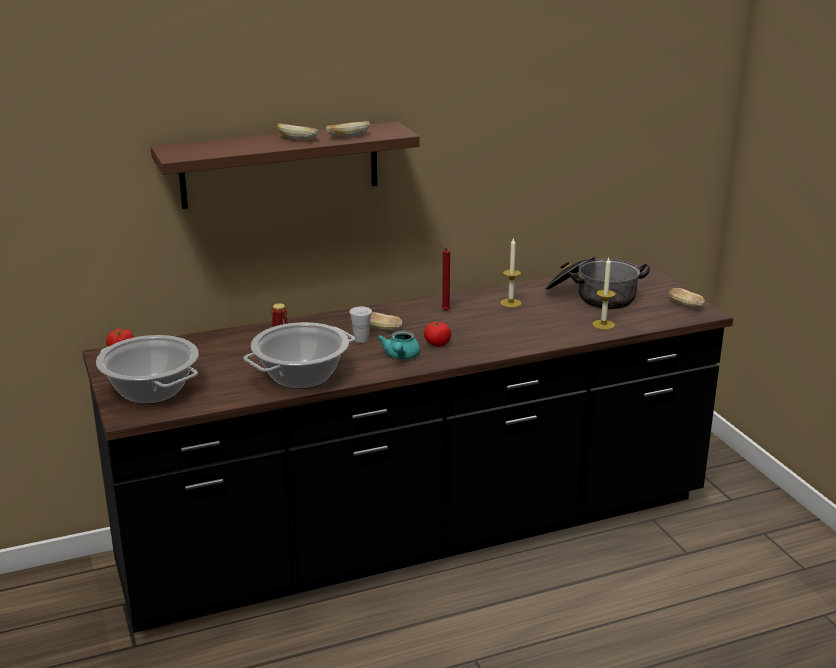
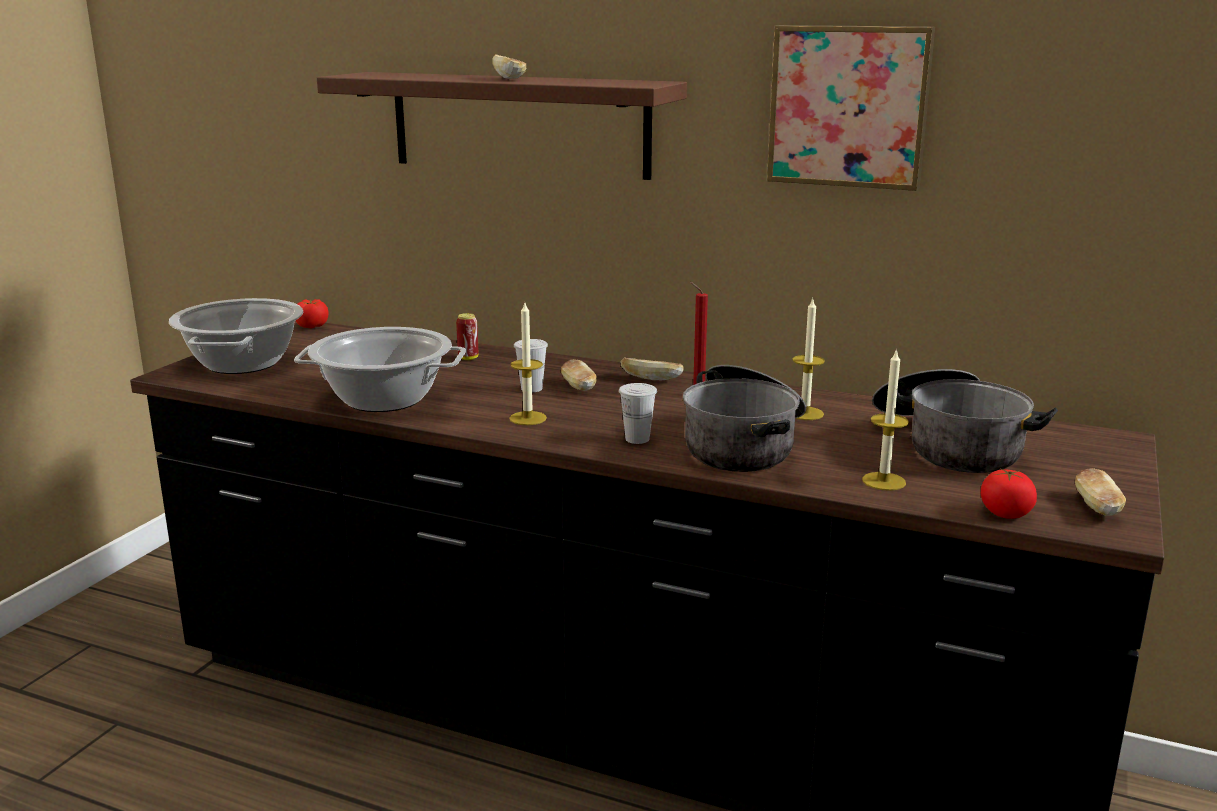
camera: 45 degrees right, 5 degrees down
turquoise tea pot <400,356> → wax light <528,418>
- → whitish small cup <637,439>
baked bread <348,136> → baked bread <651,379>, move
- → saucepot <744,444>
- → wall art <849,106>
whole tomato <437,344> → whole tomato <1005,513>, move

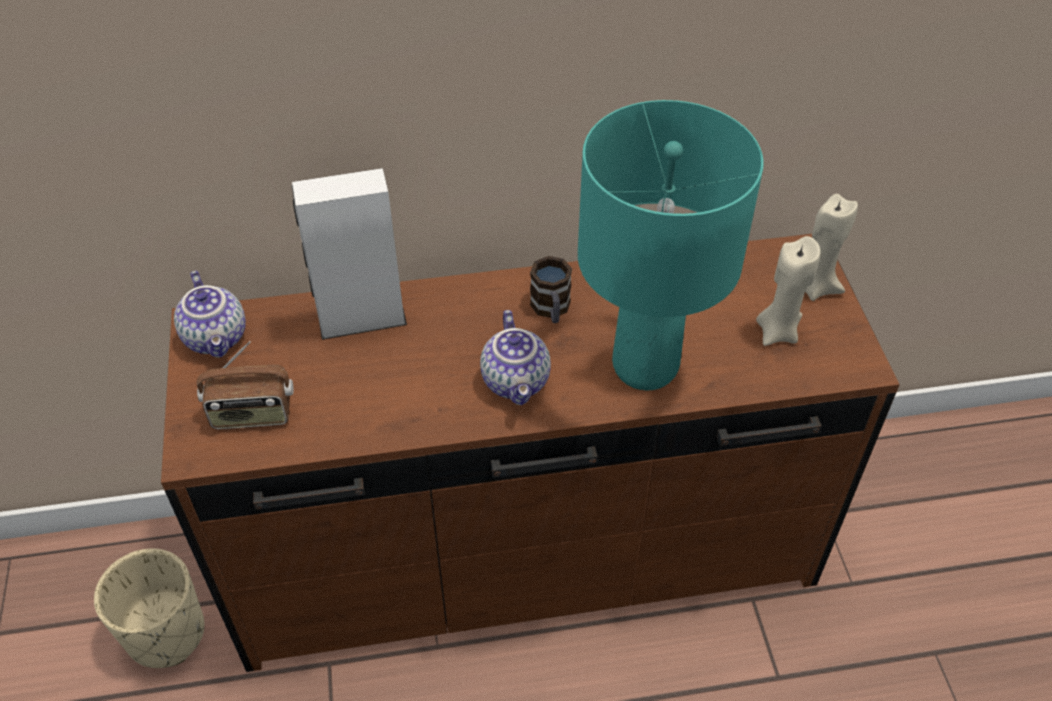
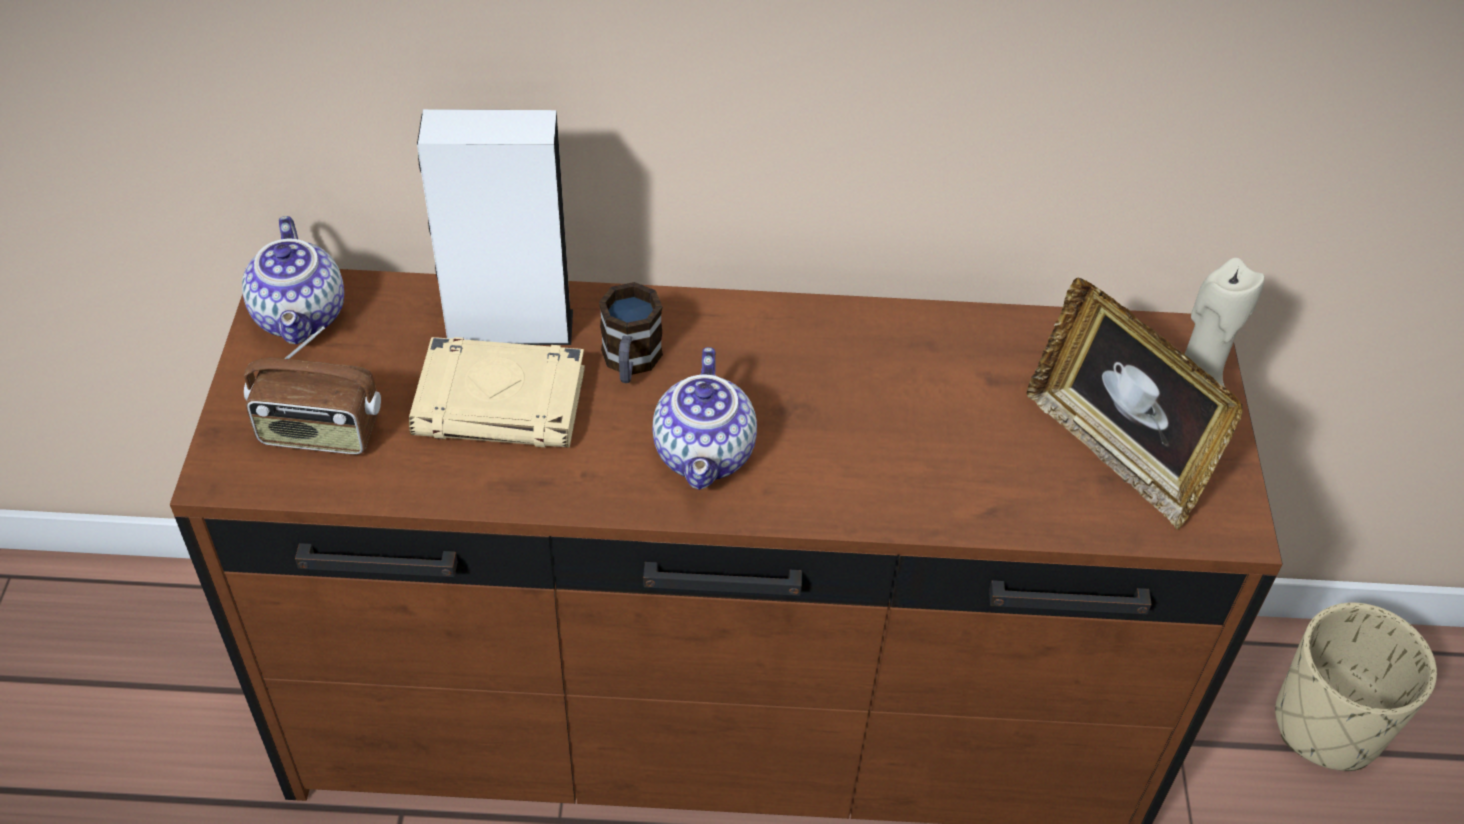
camera: 10 degrees right, 0 degrees up
- → beige-coloured bound book <502,402>
coffee mug <551,309> → coffee mug <630,362>, move
beige-coloured wax light <778,331> → photo frame <1115,451>
beige-coloured flower pot <166,633> → beige-coloured flower pot <1327,724>, move
turquoise table lamp <645,367> → -

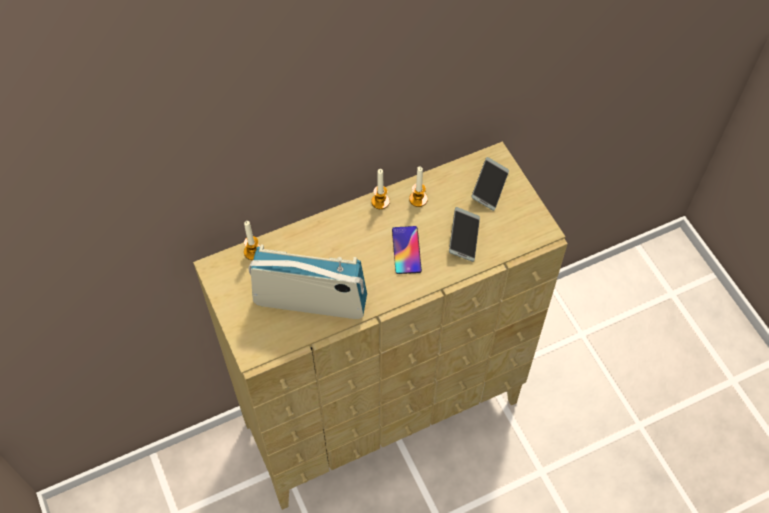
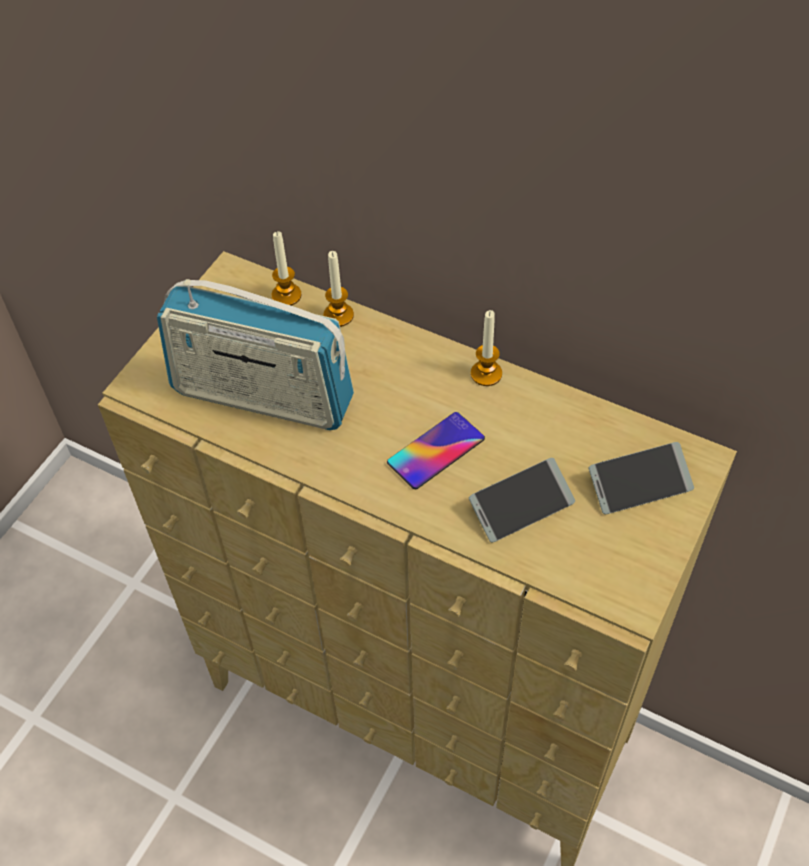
camera: 55 degrees right, 5 degrees down
radio set <310,301> → radio set <262,397>, 135 degrees clockwise
wax light <418,199> → wax light <338,315>, move

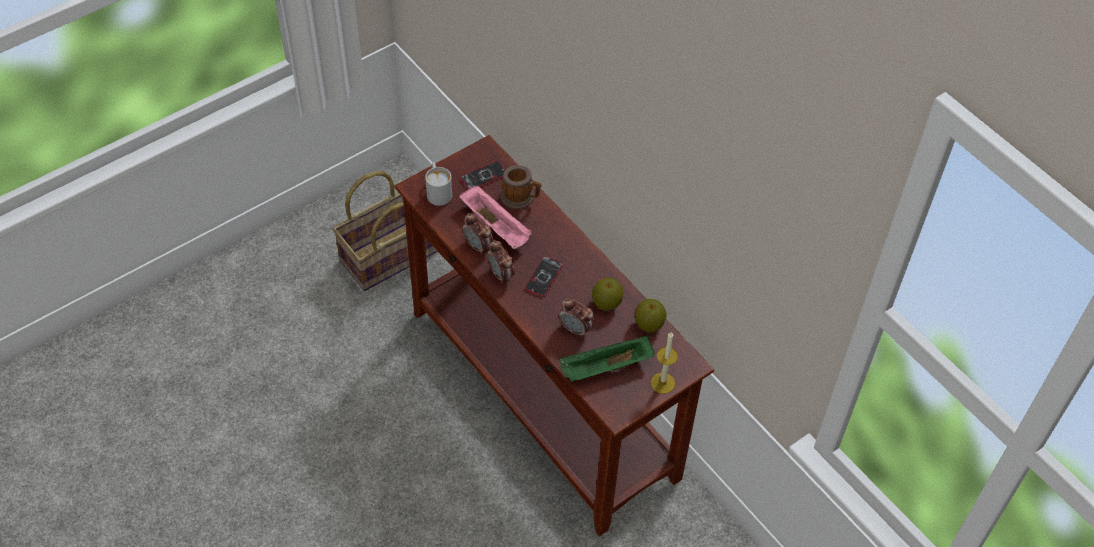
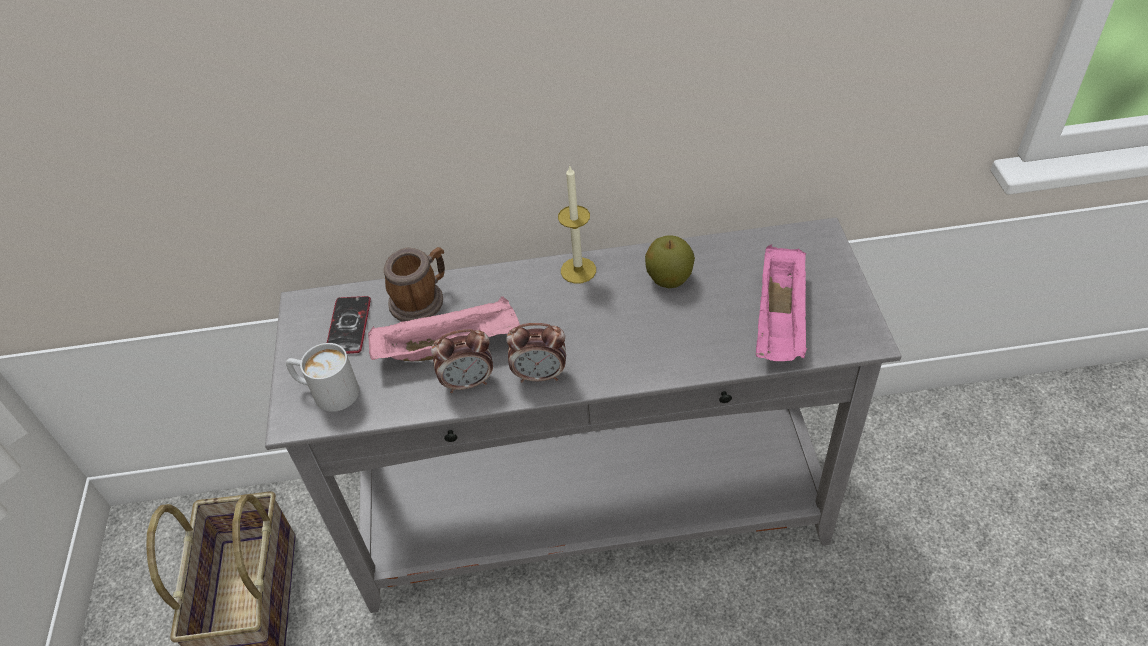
camera: 55 degrees left, 5 degrees down
brownish hall table <544,394> → gray hall table <593,511>
wax light <662,383> → wax light <578,270>, move
green-coloured serving tray <605,368> → pink serving tray <780,321>
telephone <544,277> → -
table clock <575,329> → -
apple fruit <649,324> → -

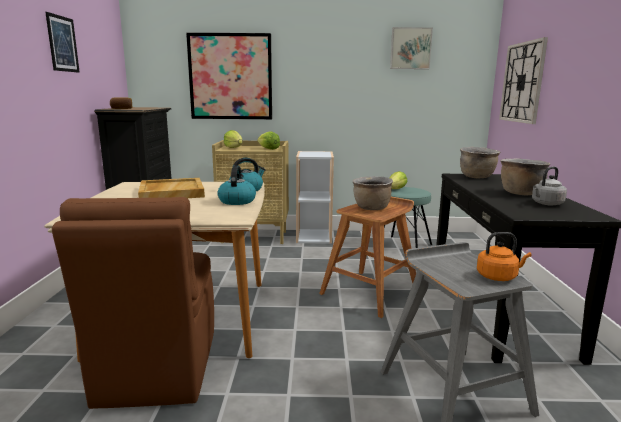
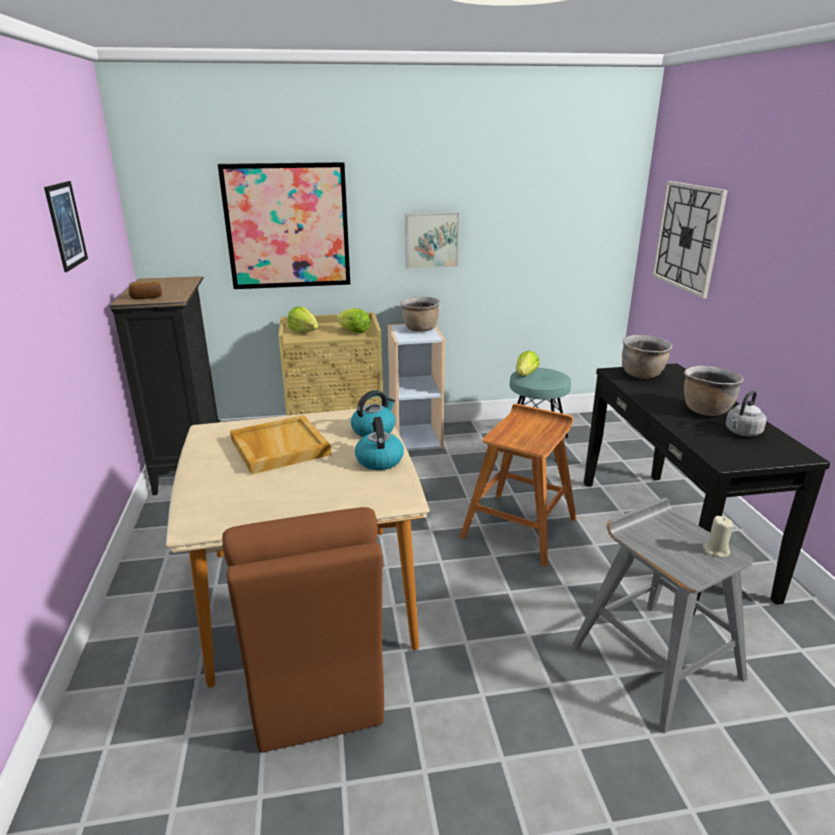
camera: 10 degrees left, 10 degrees up
brownish saucepot <371,208> → brownish saucepot <420,329>, move
wall art <410,48> → wall art <431,240>, move
orange-coloured kettle <498,277> → beige-coloured wax light <715,551>

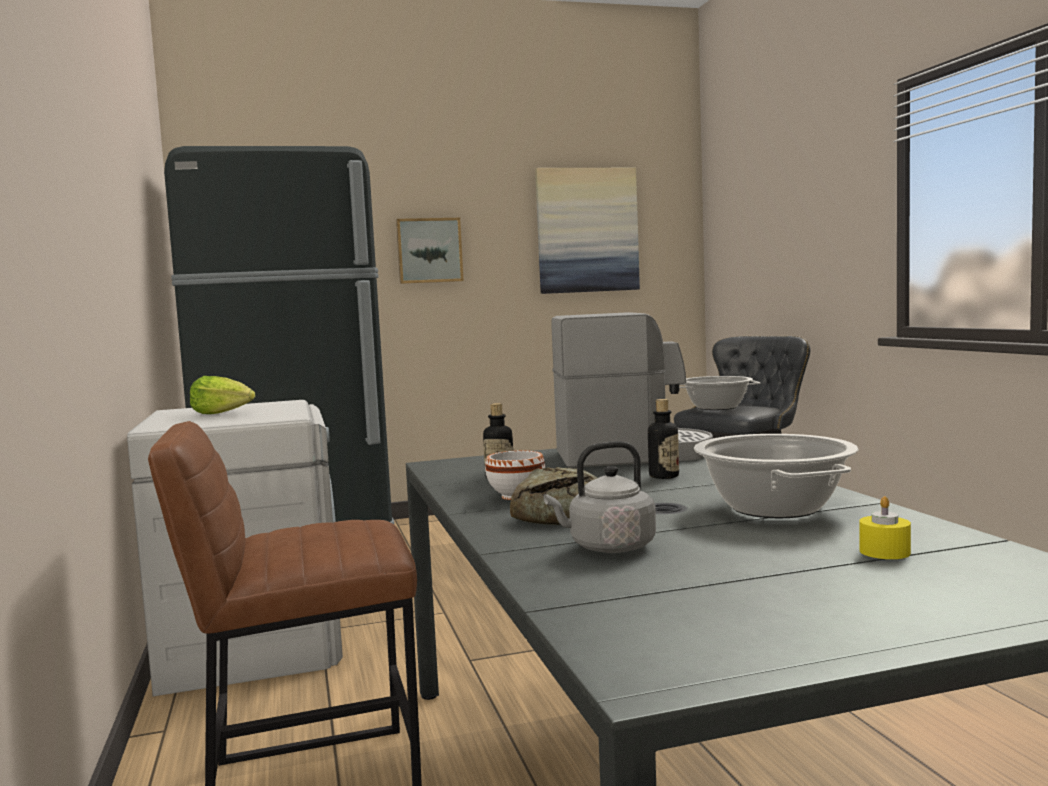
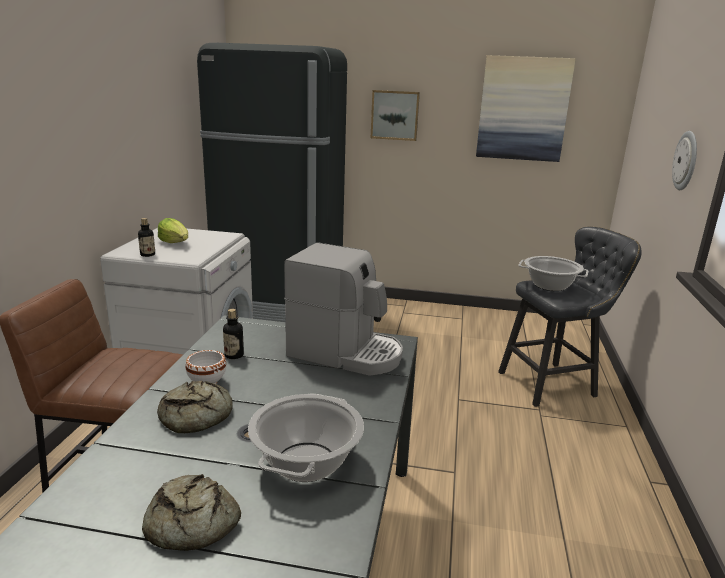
camera: 25 degrees right, 15 degrees up
beverage bottle <664,476> → beverage bottle <147,255>, move
- → baked bread <190,523>
- → hanging clock <686,161>
gray kettle <607,547> → -
yellowish wax light <884,552> → -

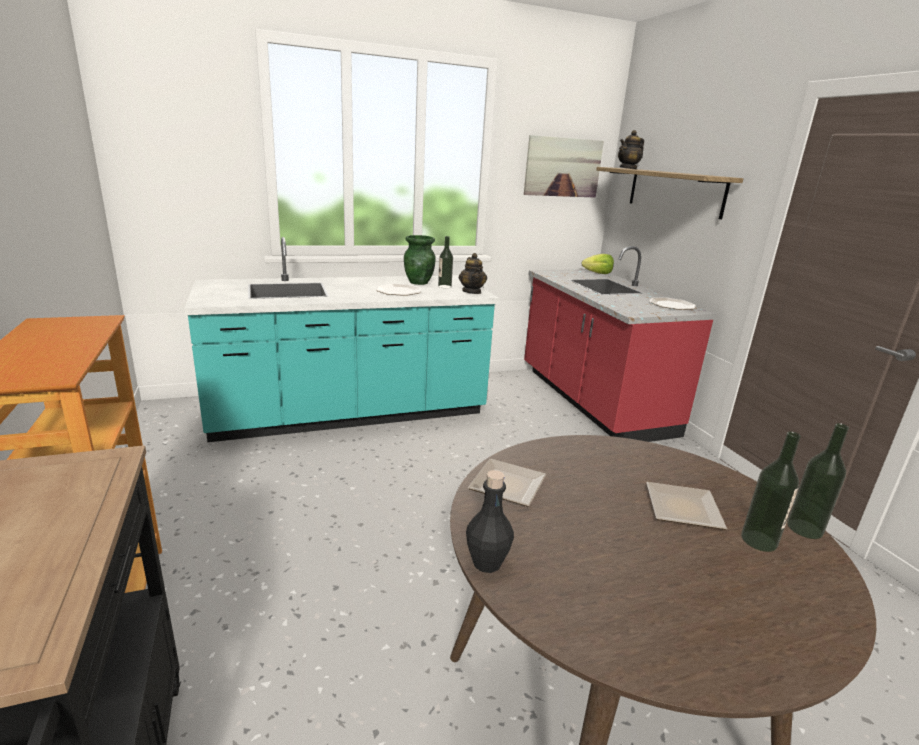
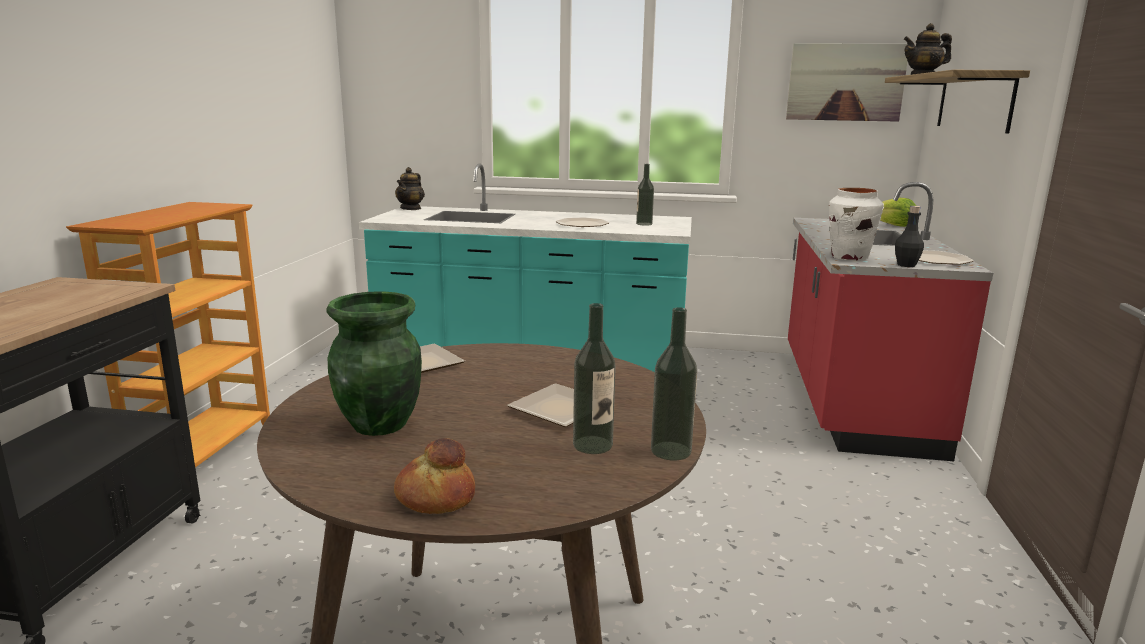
camera: 30 degrees right, 5 degrees down
green-coloured flower vase <419,282> → green-coloured flower vase <380,424>, move
- → baked bread <434,497>
tea pot <472,291> → tea pot <411,208>, move
- → whitish flower vase <849,257>
black-coloured beverage bottle <487,562> → black-coloured beverage bottle <906,265>, move

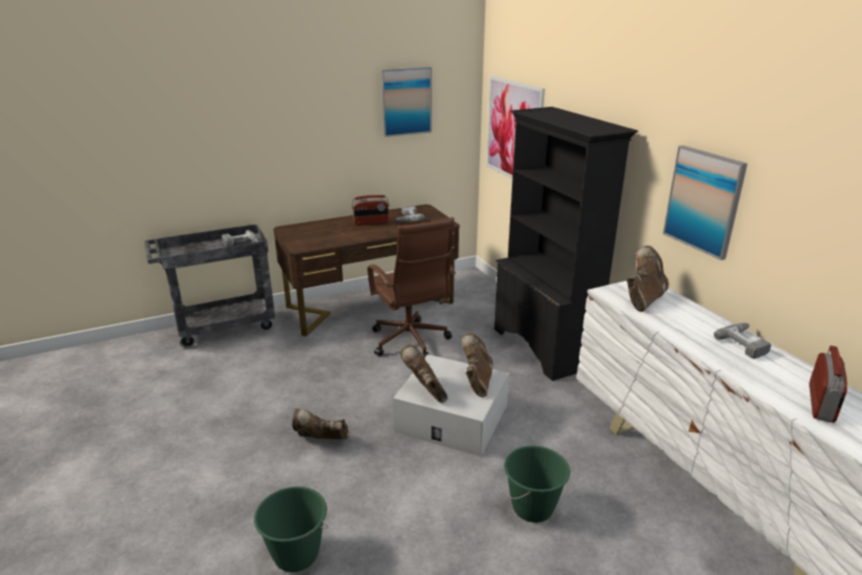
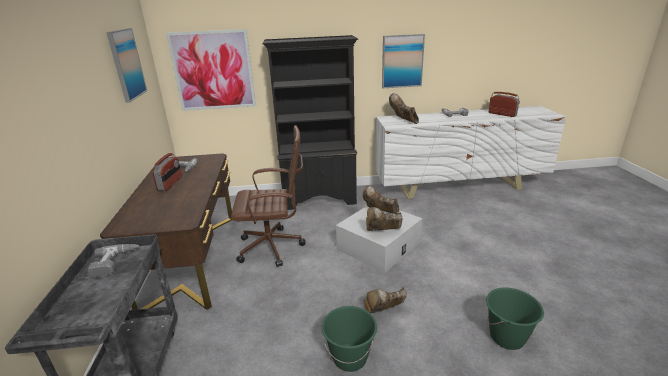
camera: 70 degrees left, 0 degrees up
green-coloured bucket <533,508> → green-coloured bucket <350,358>, move
brownish tall boot <321,442> → brownish tall boot <384,312>, 45 degrees clockwise

